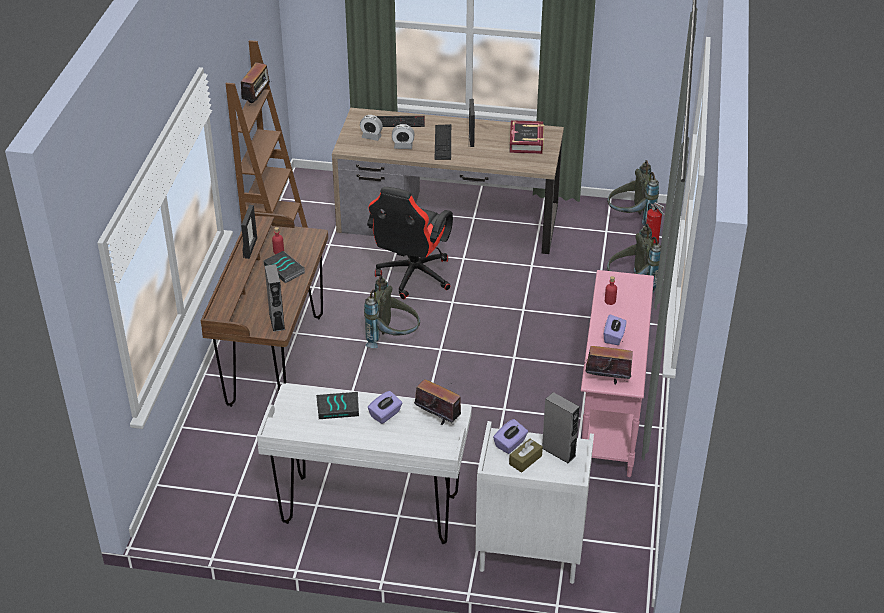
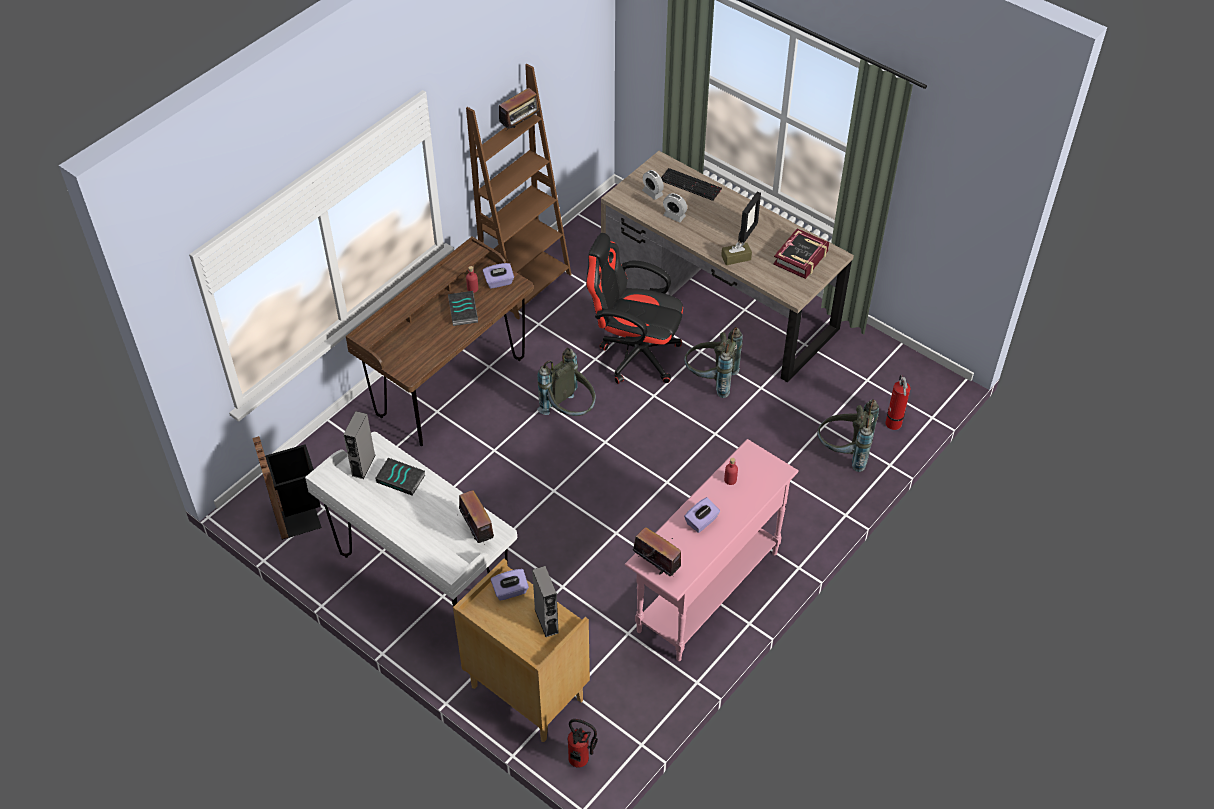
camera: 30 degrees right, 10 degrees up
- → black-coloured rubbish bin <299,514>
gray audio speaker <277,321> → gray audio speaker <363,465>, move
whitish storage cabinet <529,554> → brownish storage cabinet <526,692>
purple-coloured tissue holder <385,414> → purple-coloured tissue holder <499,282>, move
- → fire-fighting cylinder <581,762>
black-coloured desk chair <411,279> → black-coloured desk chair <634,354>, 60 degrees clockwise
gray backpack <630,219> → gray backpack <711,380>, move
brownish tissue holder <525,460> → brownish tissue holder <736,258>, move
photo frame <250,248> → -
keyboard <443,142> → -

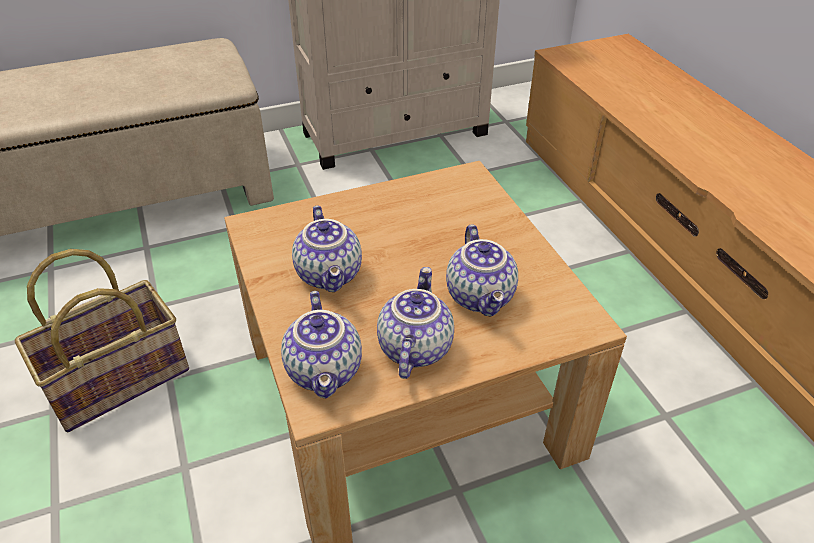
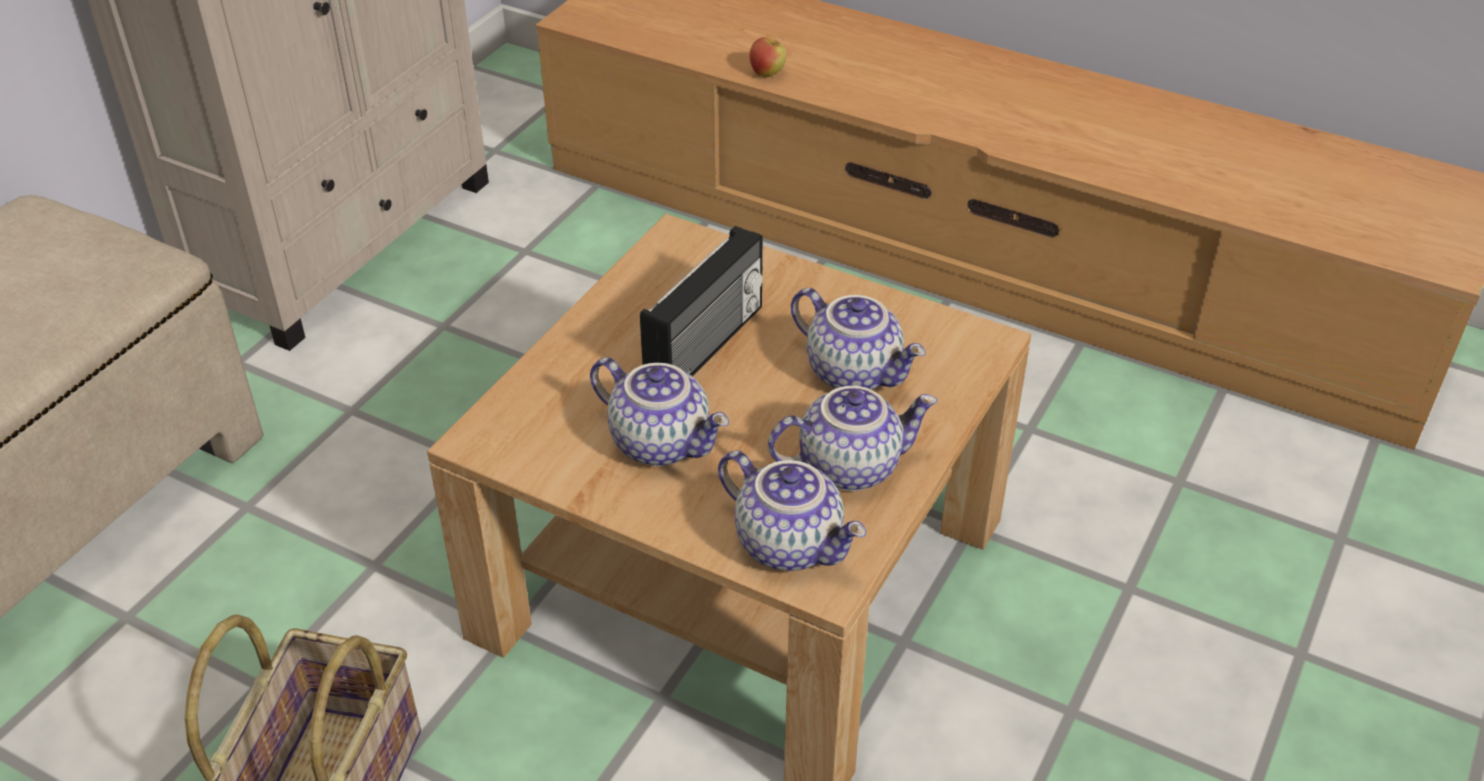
camera: 40 degrees left, 0 degrees up
- → radio set <707,346>
- → apple fruit <767,74>
tea pot <413,348> → tea pot <849,465>, 105 degrees clockwise

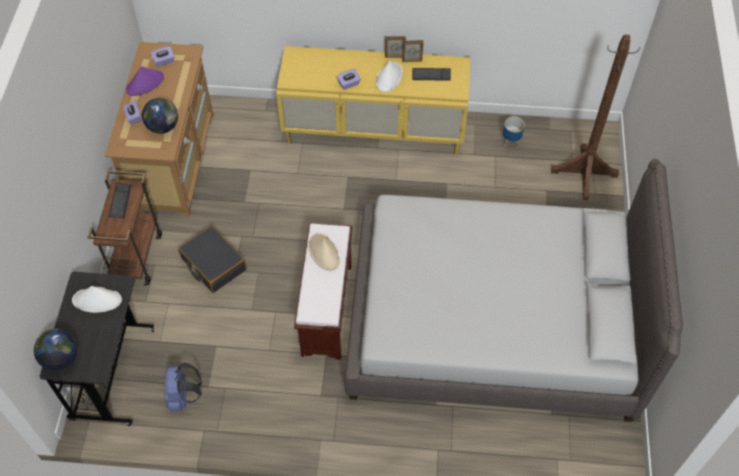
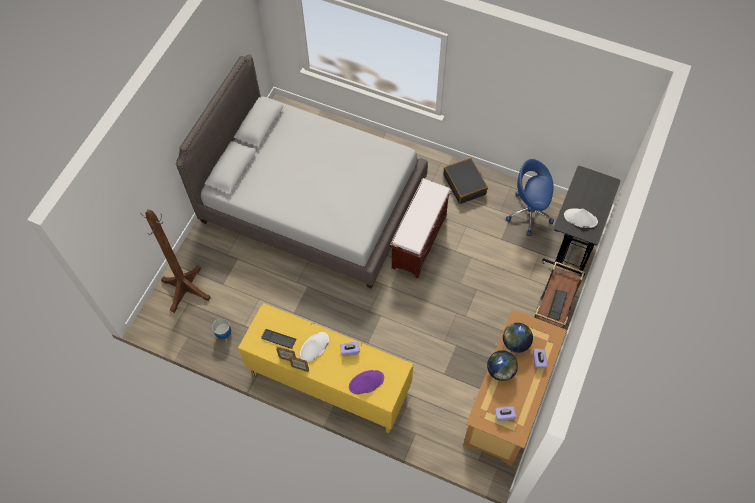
camera: 160 degrees left, 5 degrees up
purple-coloured hat <145,83> → purple-coloured hat <366,382>, move
black-coloured suitcase <213,264> → black-coloured suitcase <465,184>, move
desk globe <61,358> → desk globe <500,371>, move
blue backpack <183,397> → blue desk chair <528,213>
beige-coloured hat <324,252> → -

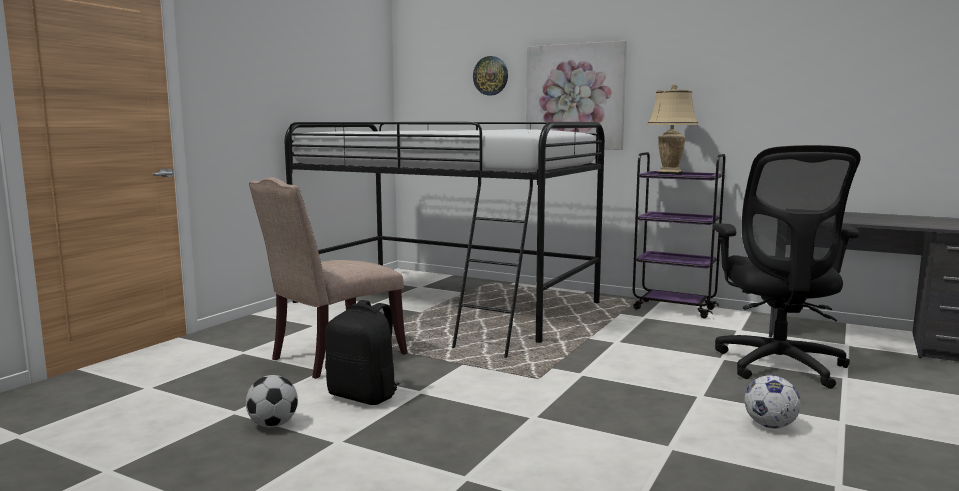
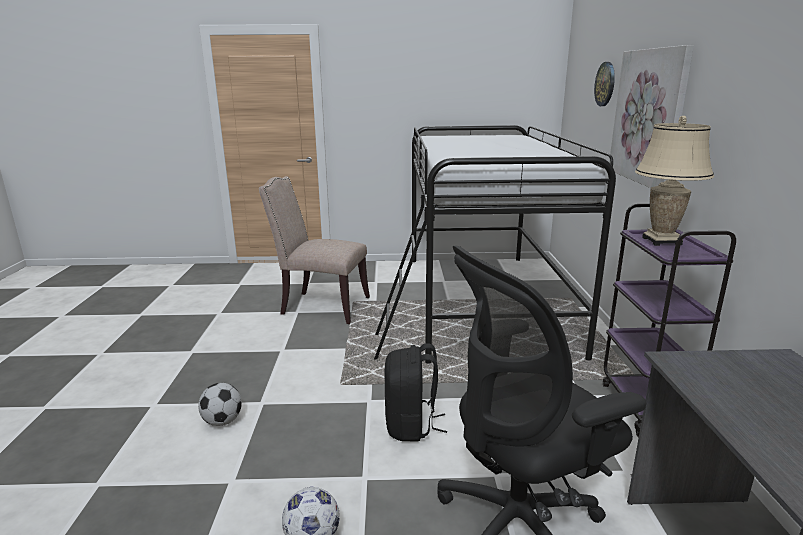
camera: 60 degrees right, 10 degrees up
ball for football <273,425> → ball for football <222,422>, move
black-coloured backpack <364,396> → black-coloured backpack <411,426>, move

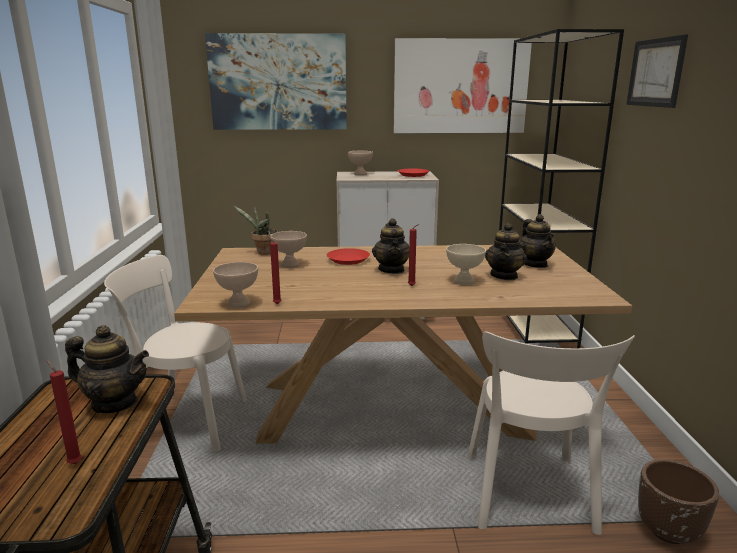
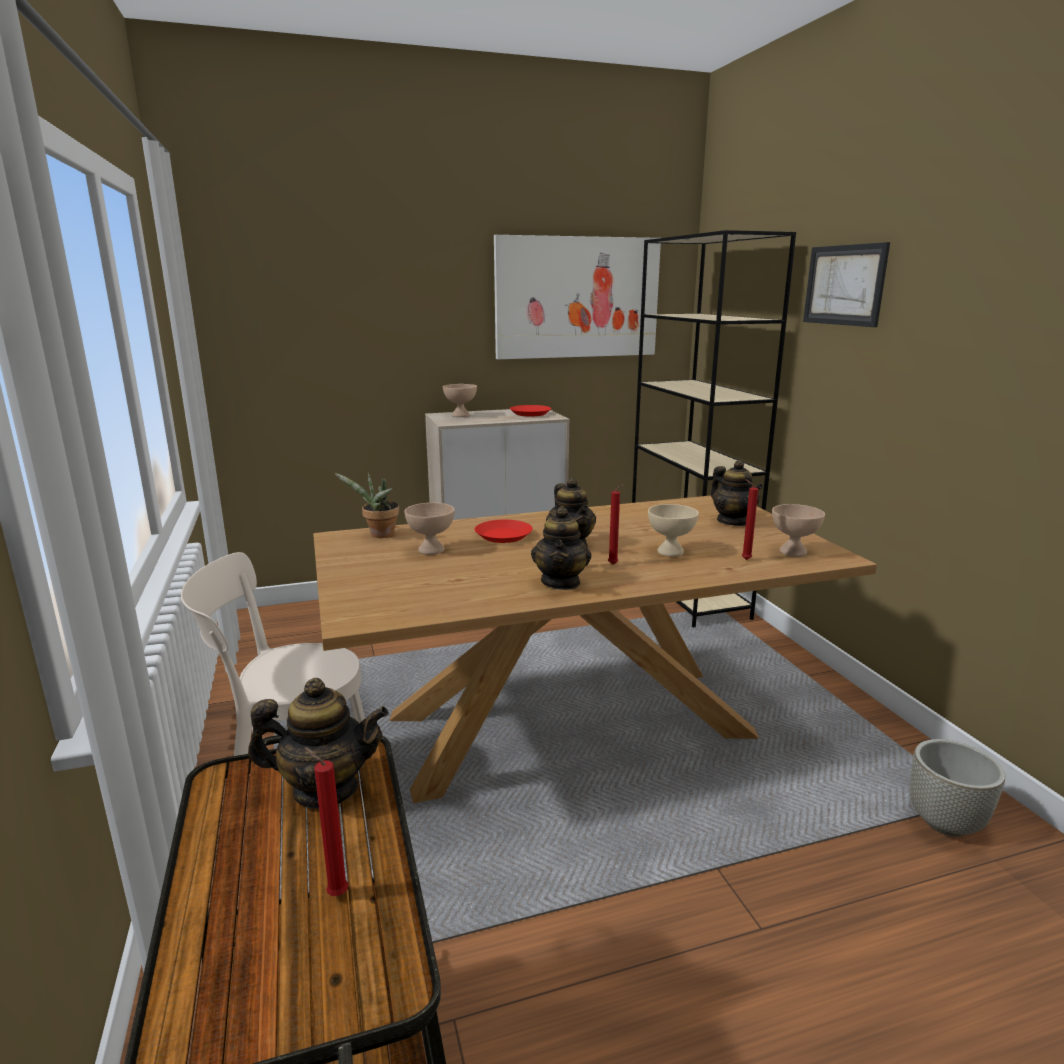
camera: 15 degrees left, 0 degrees up
tea pot <504,276> → tea pot <561,582>, move
red-coloured wax light <276,303> → red-coloured wax light <744,559>, move
beige-coloured serving bowl <239,304> → beige-coloured serving bowl <794,552>, move
brownish flower pot <667,531> → gray flower pot <944,822>
wall art <278,82> → -
beige-coloured chair <529,497> → -

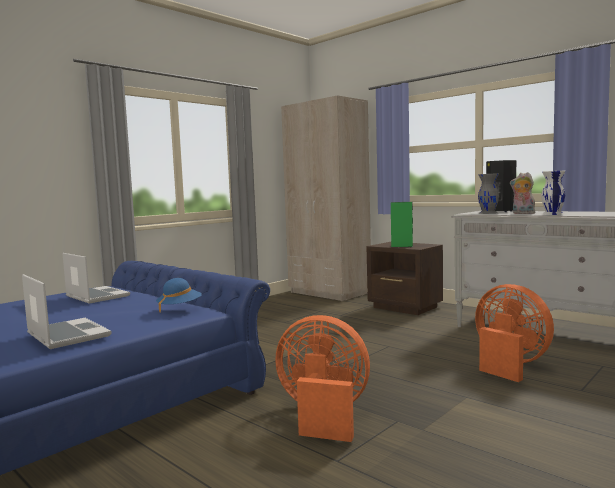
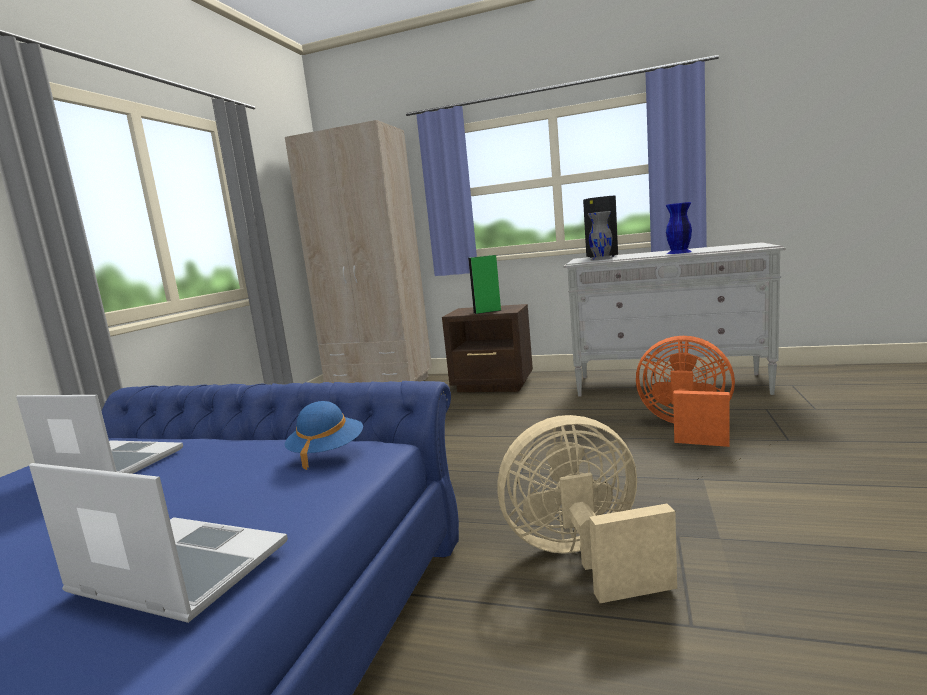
camera: 25 degrees left, 5 degrees up
orange-coloured cooling fan <323,415> → beige-coloured cooling fan <583,557>
whitish flower vase <552,214> → blue flower vase <678,252>
plush toy <522,213> → -

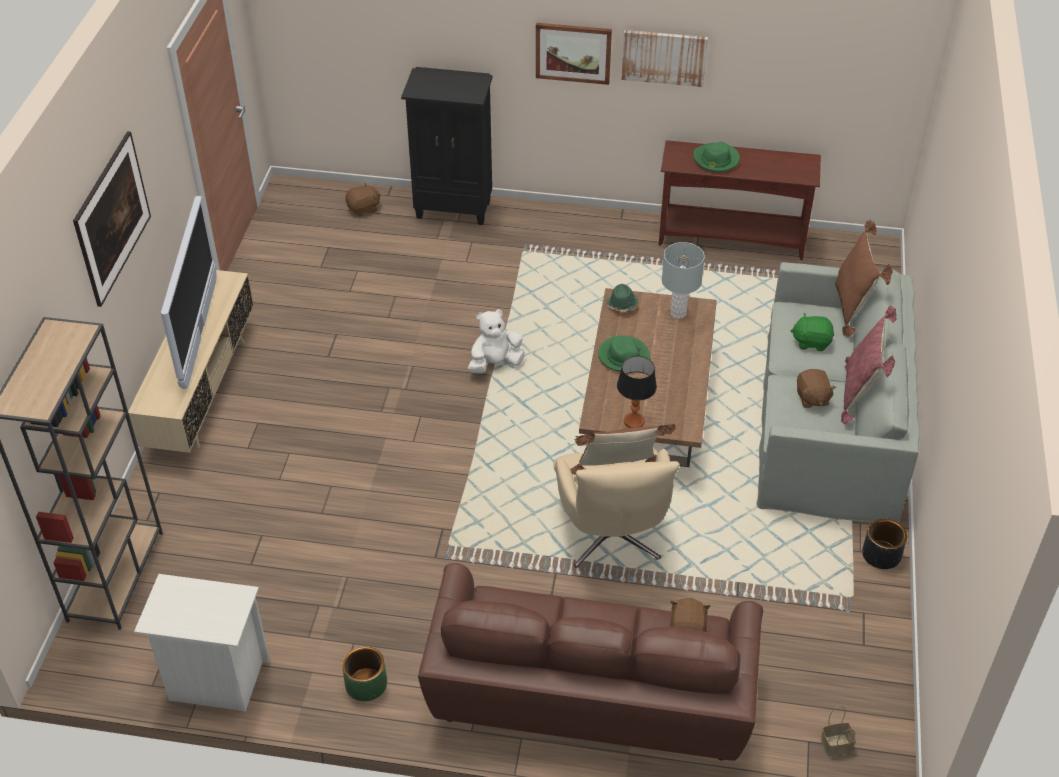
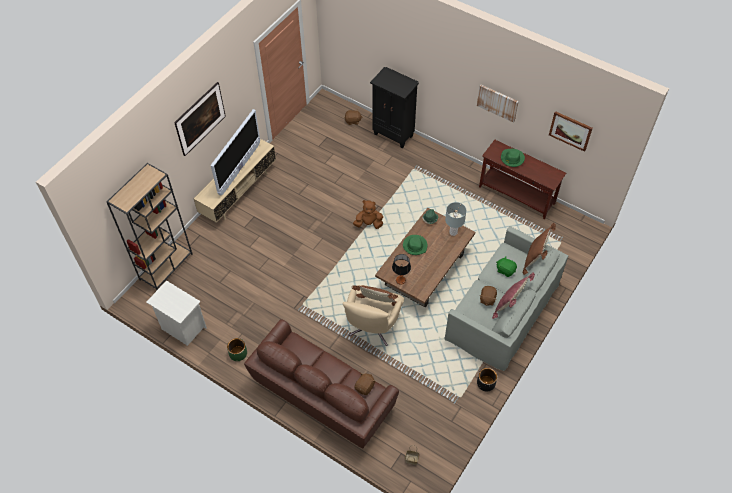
camera: 25 degrees right, 10 degrees up
whitish plush toy <495,363> → brownish plush toy <368,223>
wall art <573,52> → wall art <570,130>, move

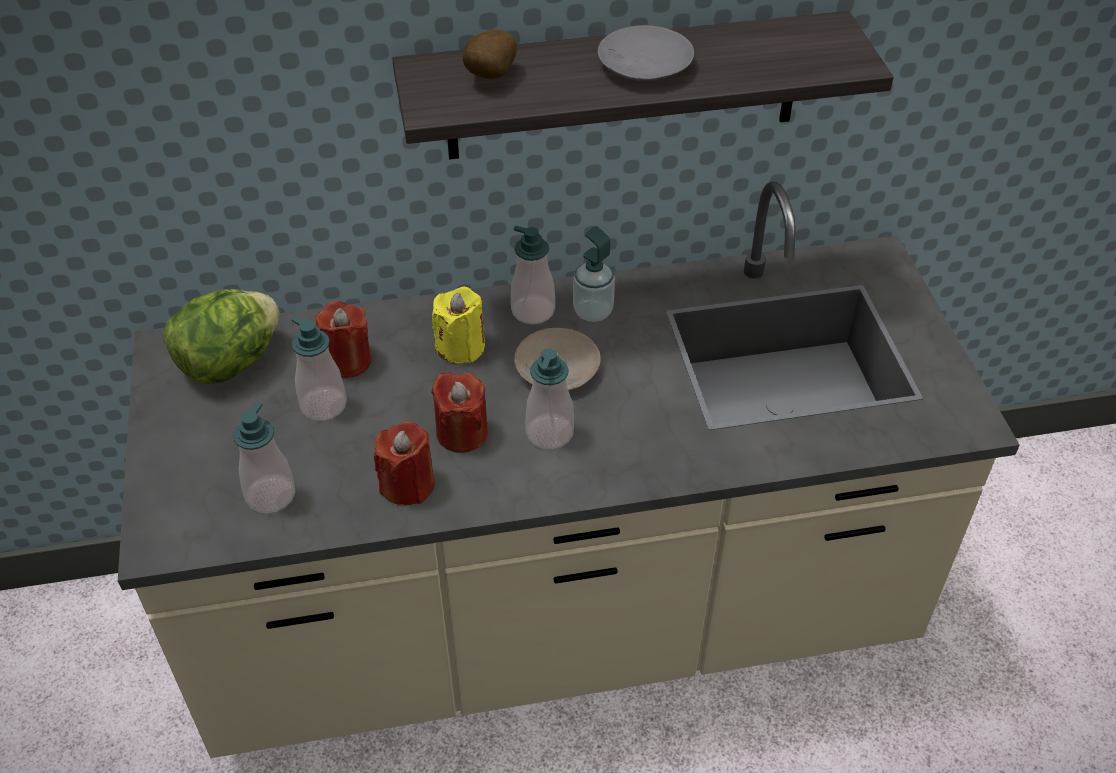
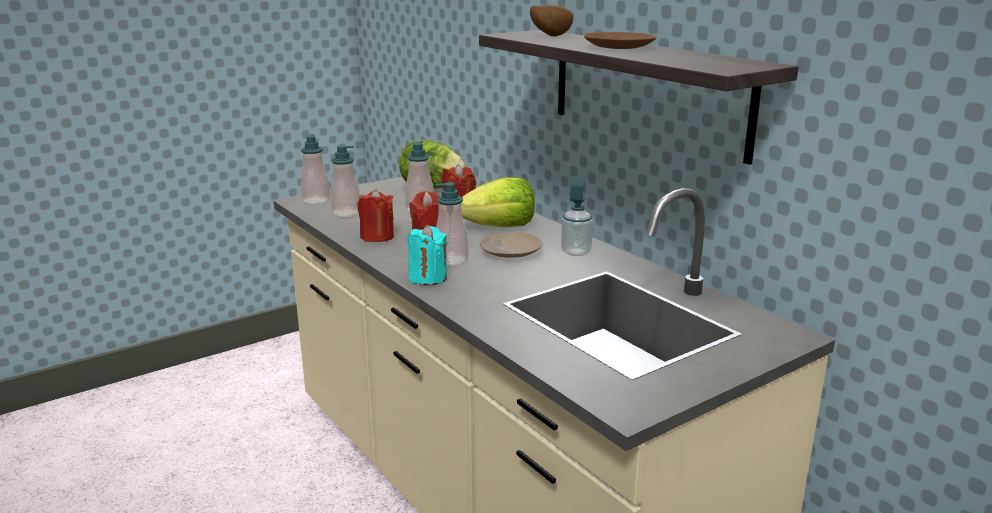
camera: 65 degrees right, 25 degrees down
liquid soap bottle <533,311> → liquid soap bottle <316,200>, move
- → turquoise wax light <428,278>
yellowish wax light <461,347> → lettuce head <500,227>
gray flat dish <644,65> → brownish flat dish <618,47>

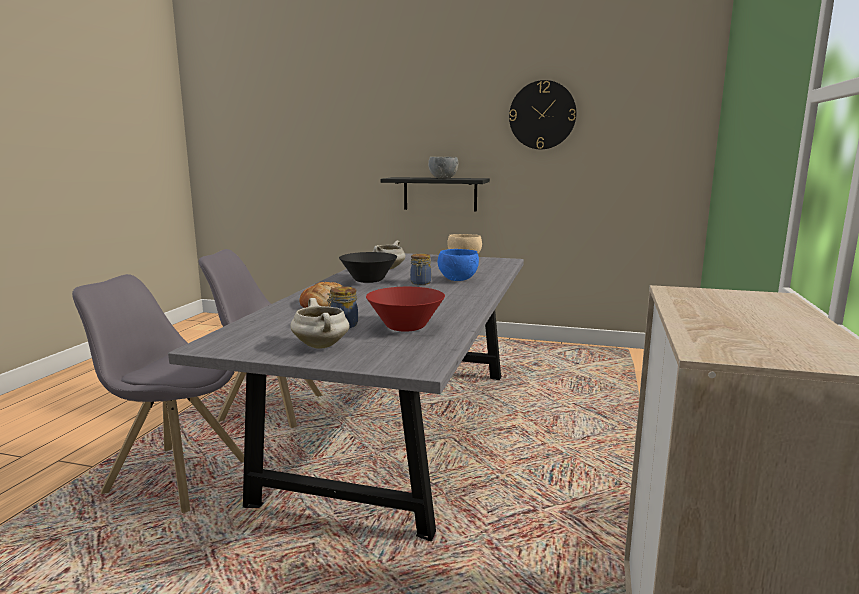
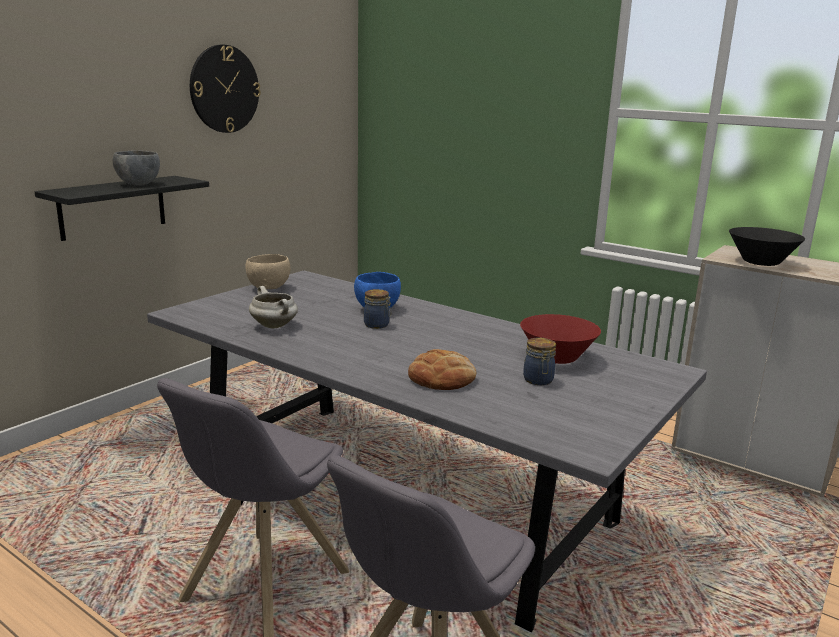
camera: 70 degrees left, 5 degrees up
black-coloured serving bowl <369,280> → black-coloured serving bowl <760,262>, move
whitish saucepot <322,346> → -

